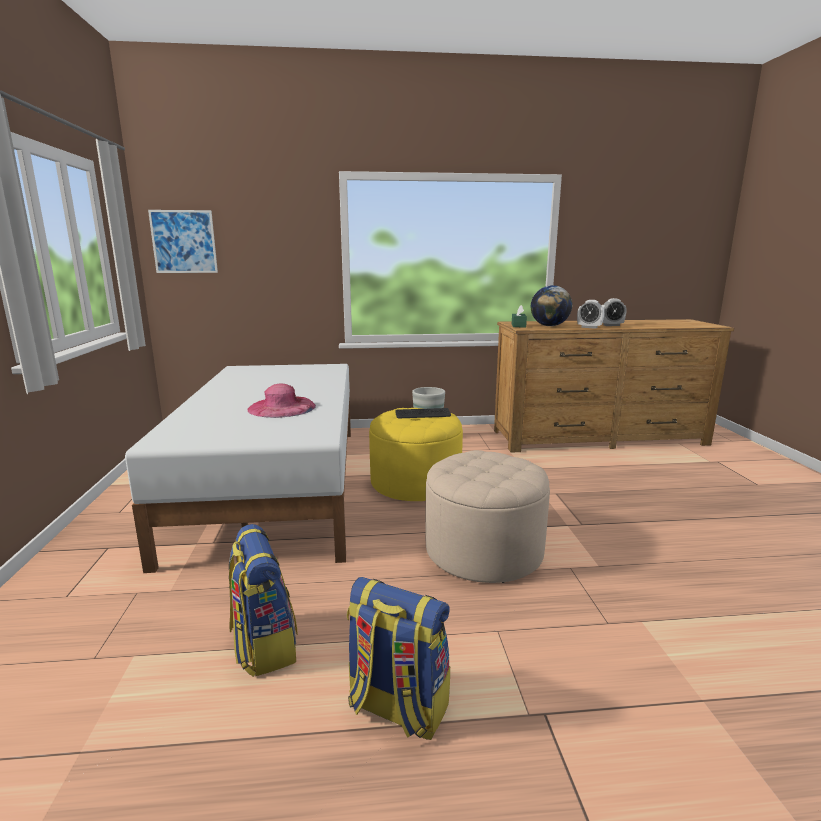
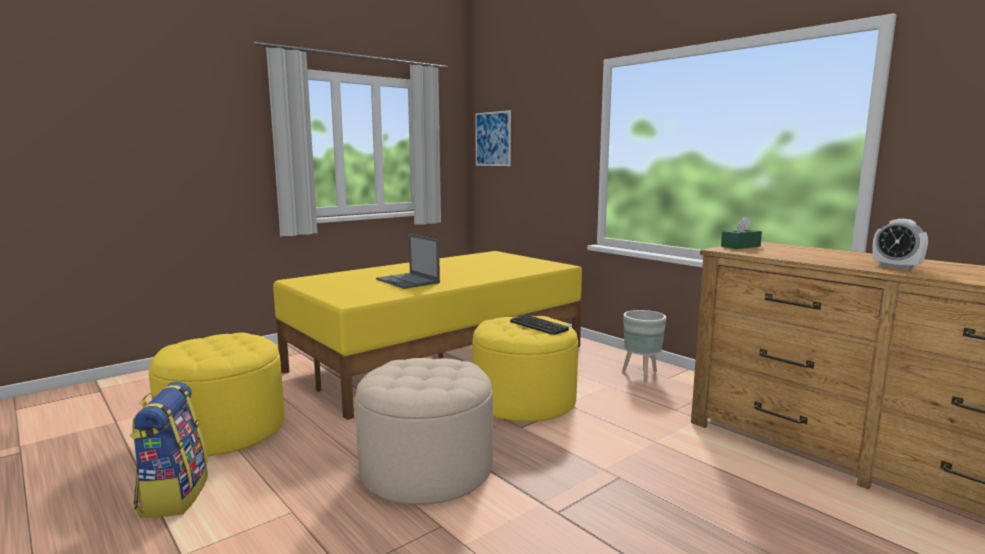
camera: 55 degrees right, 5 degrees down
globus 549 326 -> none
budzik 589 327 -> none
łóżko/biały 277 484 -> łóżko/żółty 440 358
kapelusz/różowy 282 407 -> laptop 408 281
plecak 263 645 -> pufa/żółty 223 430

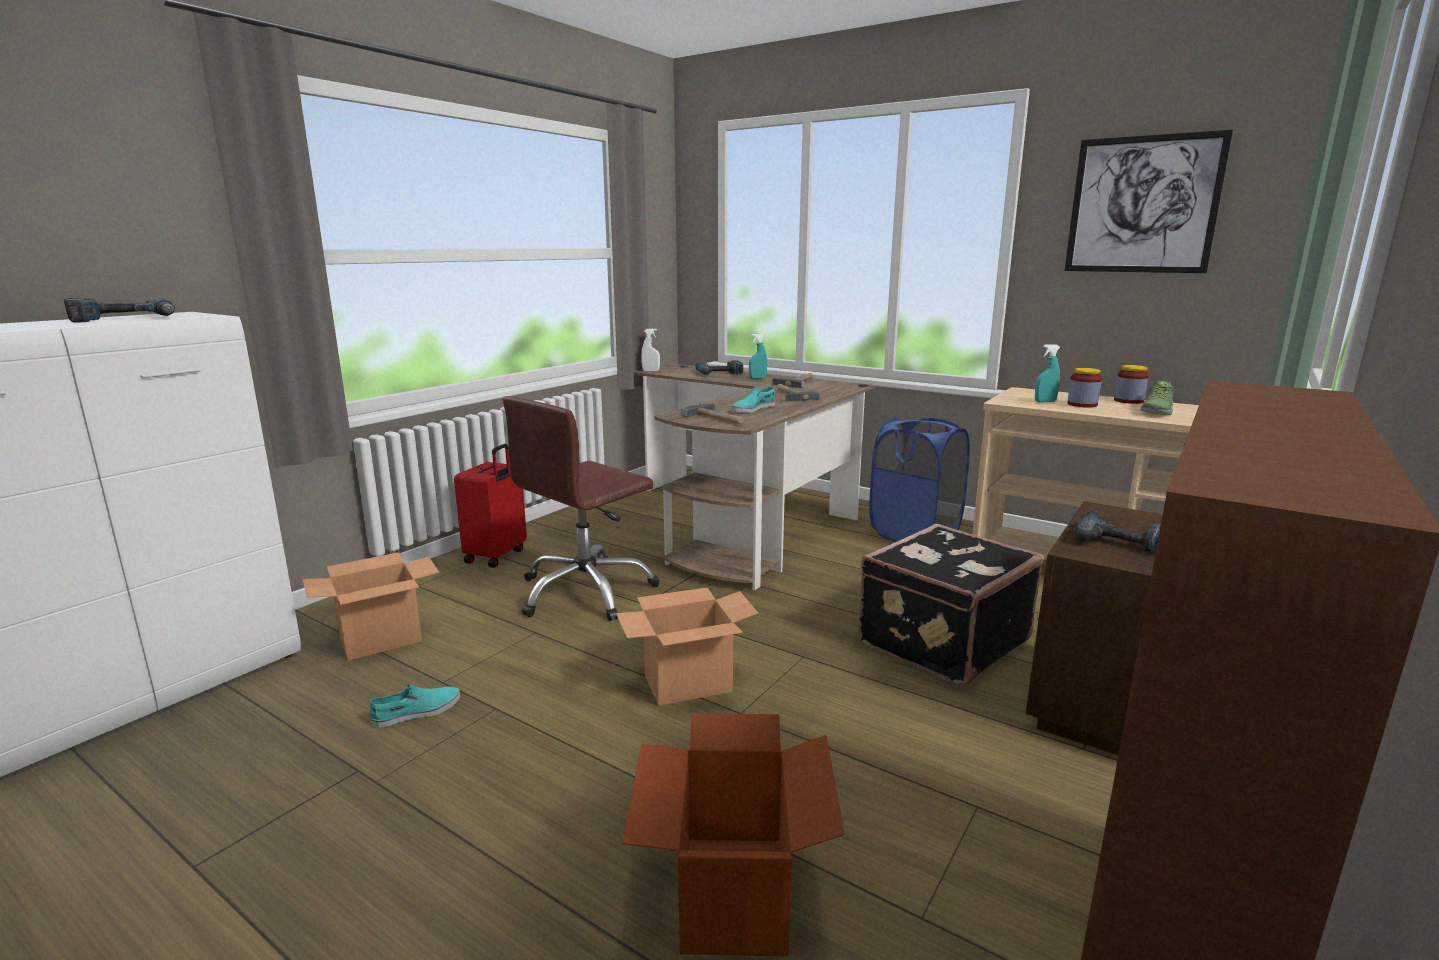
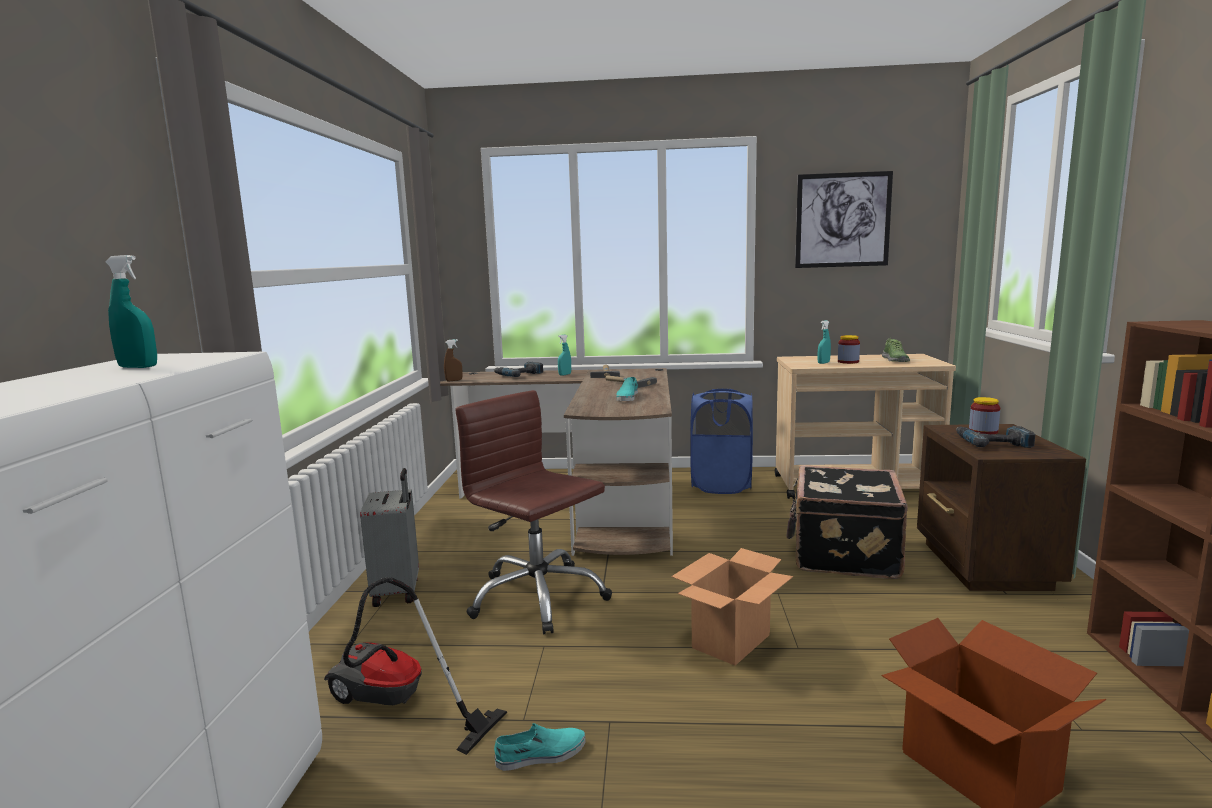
camera: 30 degrees left, 5 degrees down
wiertarka 125 319 -> spryskiwacz/turkusowy 138 367
spryskiwacz/biały 651 371 -> spryskiwacz/brązowy 454 380
słoik 1128 401 -> słoik 983 431, moved
krzesło biurowe/brązowy 586 592 -> krzesło biurowe/brązowy 537 597, 120 degrees clockwise
młotek 718 418 -> none
walizka/czerwony 497 556 -> walizka/szary 398 592
karton 382 640 -> odkurzacz 395 706
but/turkusowy 417 712 -> but/turkusowy 541 755, 45 degrees clockwise

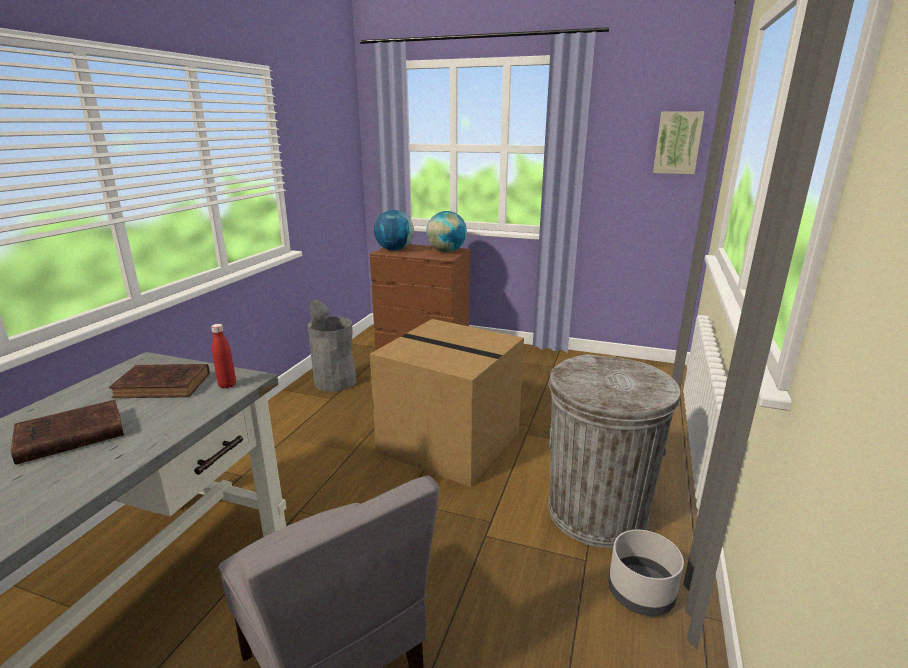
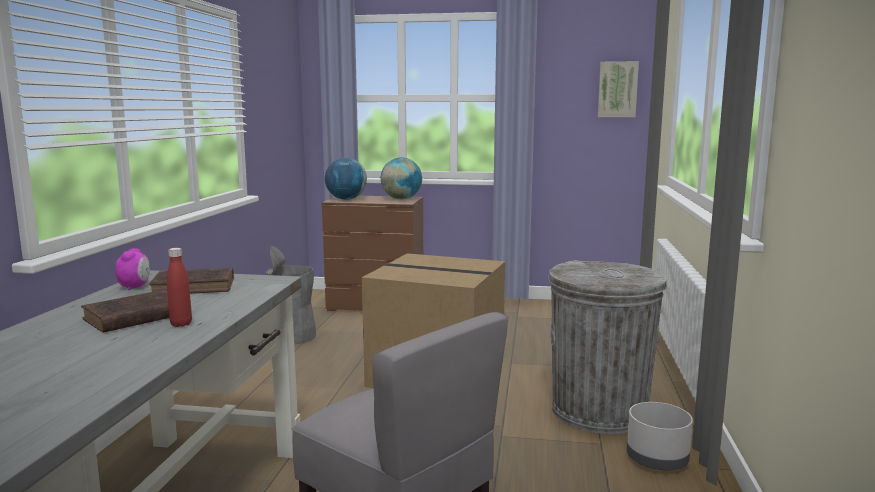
camera: 10 degrees left, 10 degrees down
butelka/czerwony 227 385 -> butelka/czerwony 181 324, moved
none -> budzik 135 287

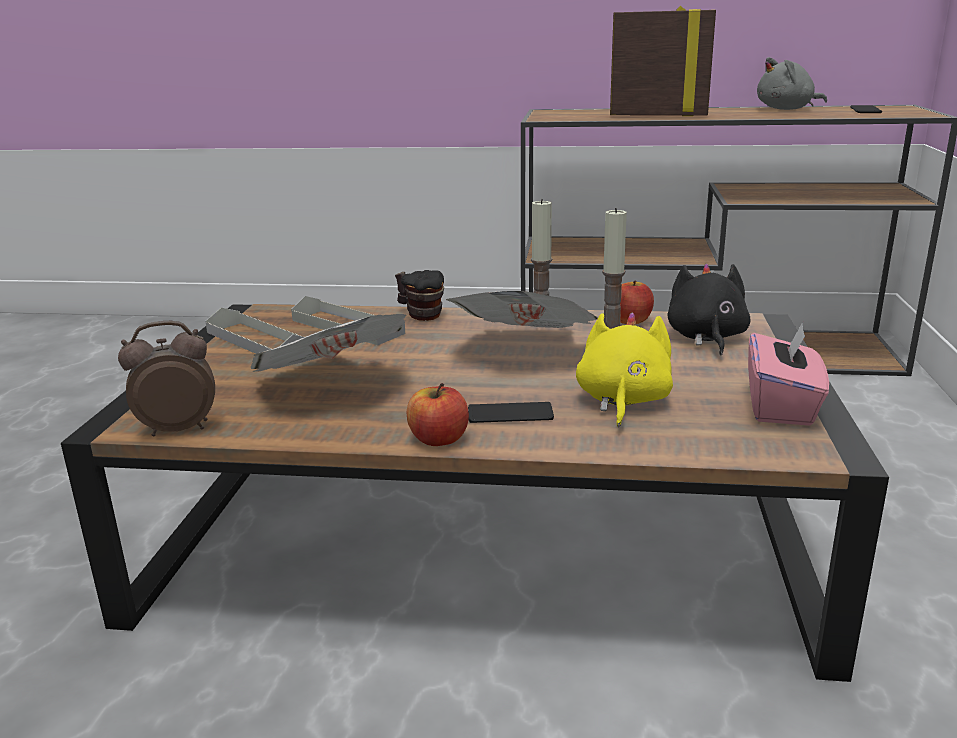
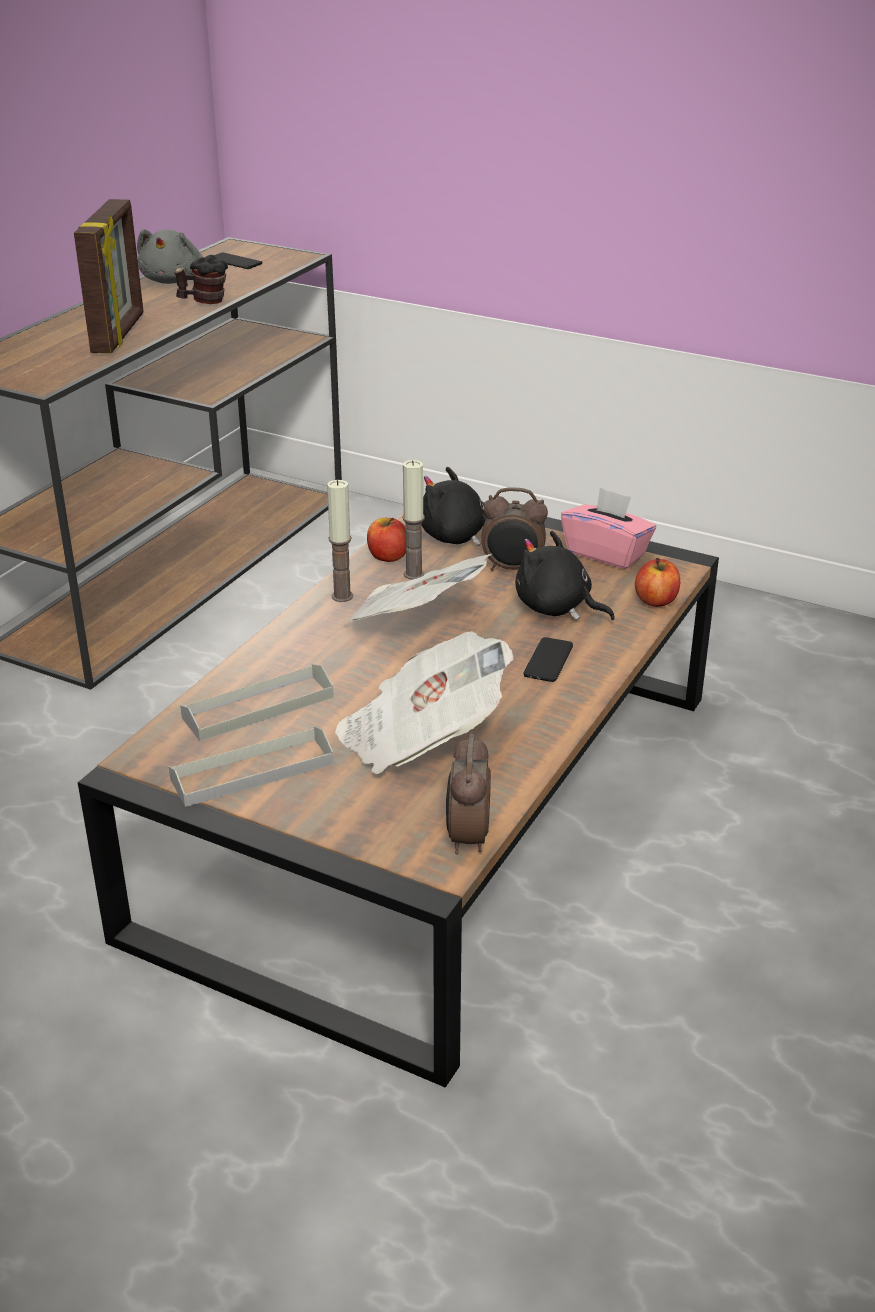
camera: 70 degrees left, 10 degrees up
ramka na zdjęcie 658 116 -> ramka na zdjęcie 120 334, 150 degrees clockwise
kubek 420 315 -> kubek 203 302, moved
pluszak/żółty 622 401 -> pluszak/czarny 556 608
jabłko 438 439 -> jabłko 656 600, moved
none -> budzik 512 569

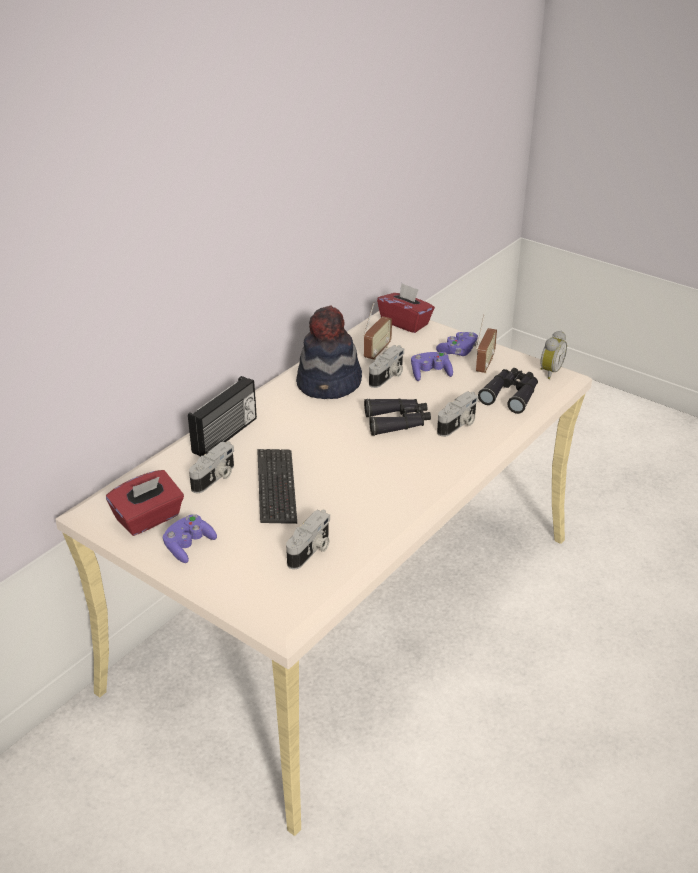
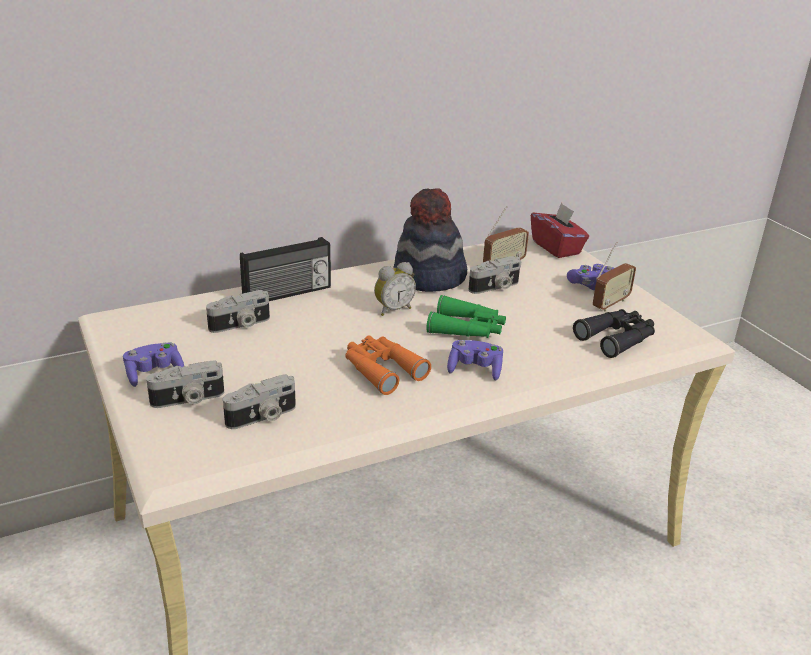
camera: 25 degrees right, 5 degrees down
budzik 549 372 -> budzik 393 309, moved
pad do gier/fioletowy 430 374 -> pad do gier/fioletowy 475 369, moved
aparat fotograficzny 458 425 -> aparat fotograficzny 188 399, moved
lornetka/czarny 398 422 -> lornetka/zielony 467 329
klawiatura 276 487 -> none
pudełko chusteczek/czerwony 148 519 -> none
none -> lornetka/pomarańczowy 382 370

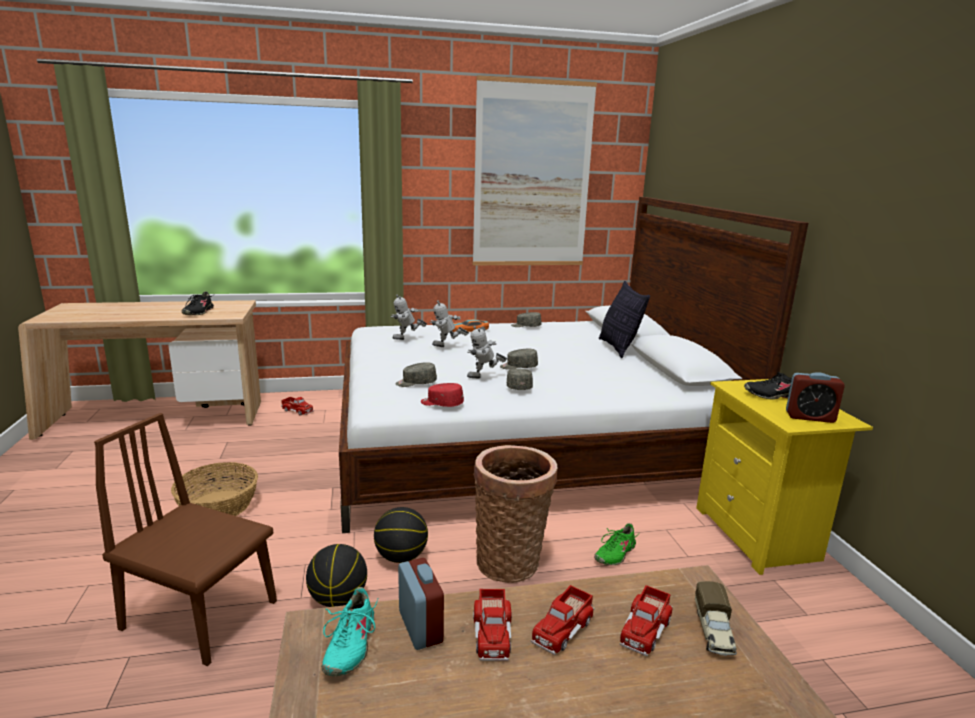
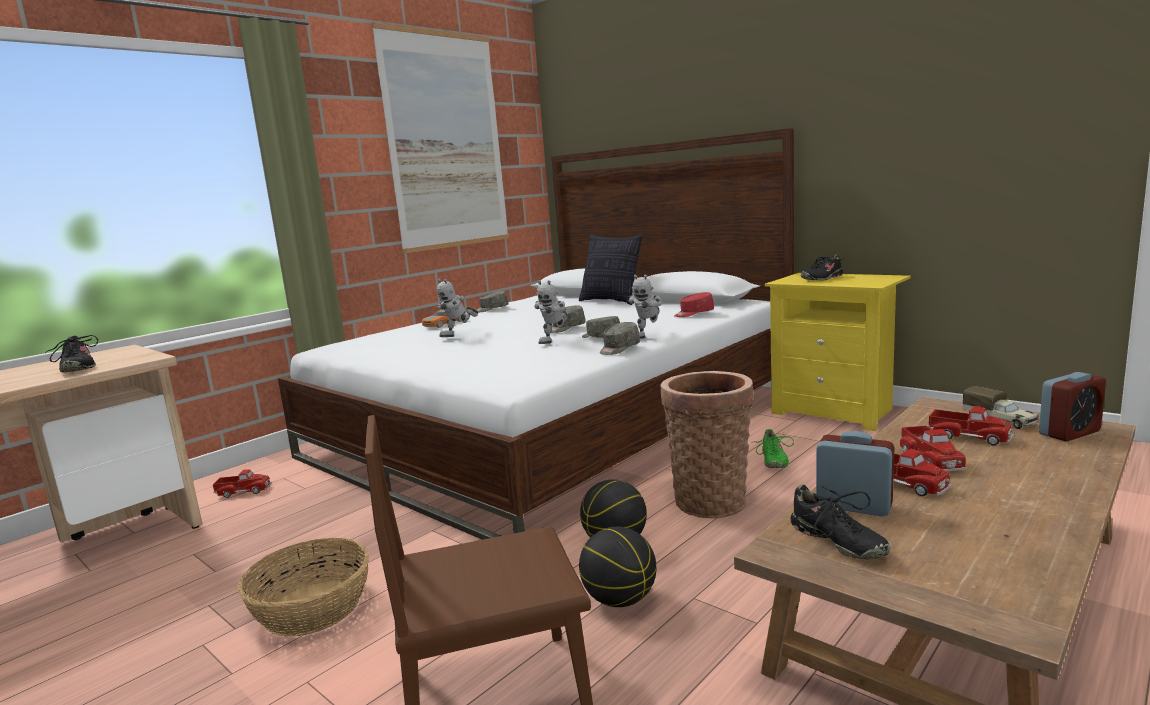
camera: 35 degrees left, 5 degrees down
robot zabawkowy 407 339 -> robot zabawkowy 648 336, moved
czapka z daszkiem/szary 416 383 -> czapka z daszkiem/szary 619 349, moved
budzik 810 417 -> budzik 1069 433, moved
czapka z daszkiem/czerwony 441 404 -> czapka z daszkiem/czerwony 693 314, moved
ciężarówka zabawkowa 645 628 -> ciężarówka zabawkowa 969 436, 45 degrees counterclockwise
but/turkusowy 349 645 -> but/czarny 836 542

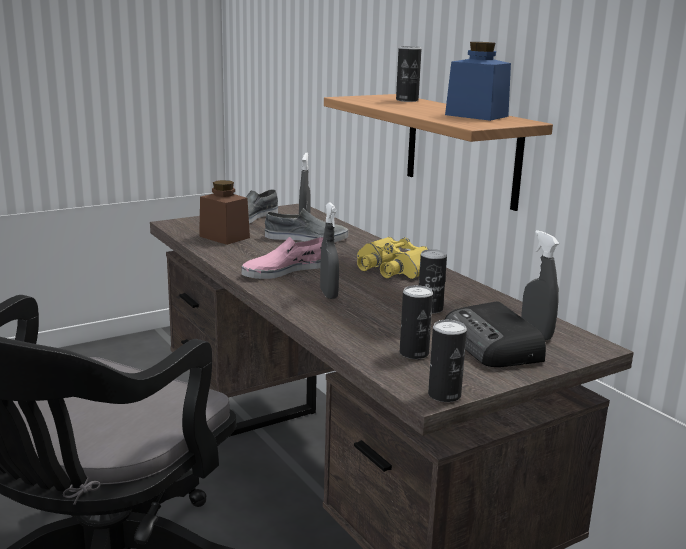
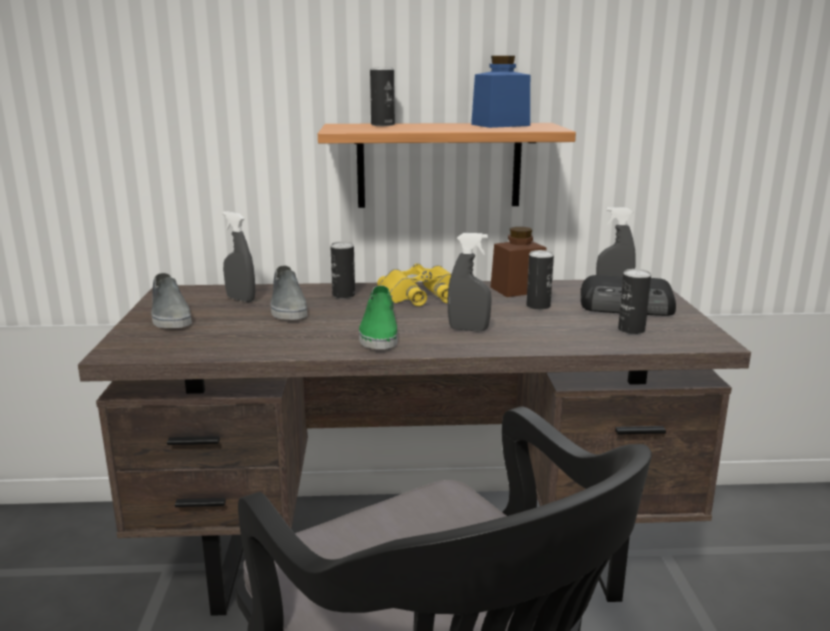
camera: 60 degrees left, 0 degrees up
słoik/brązowy 224 237 -> słoik/brązowy 517 289, moved
but/szary 306 238 -> but/szary 287 307, 135 degrees clockwise
but/różowy 285 270 -> but/zielony 379 332
puszka 444 395 -> puszka 343 295, moved

